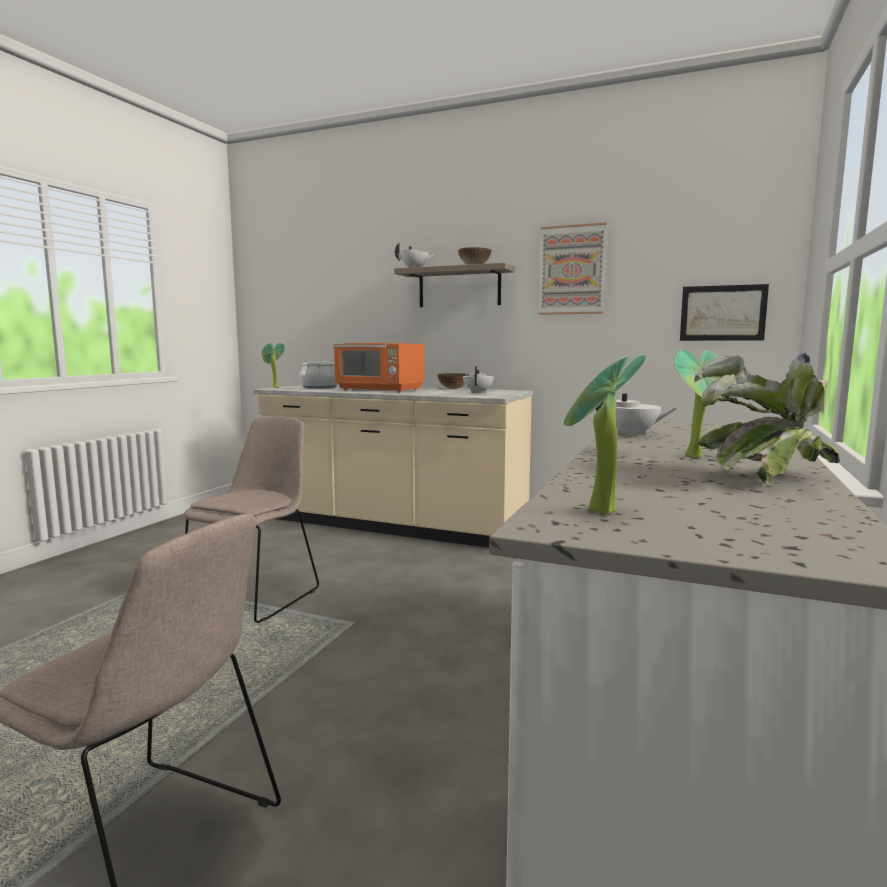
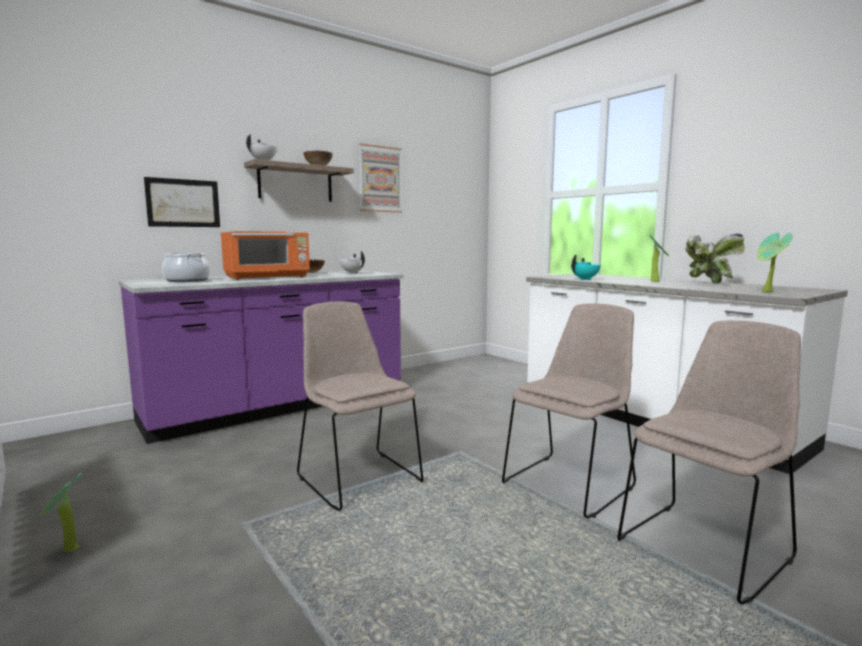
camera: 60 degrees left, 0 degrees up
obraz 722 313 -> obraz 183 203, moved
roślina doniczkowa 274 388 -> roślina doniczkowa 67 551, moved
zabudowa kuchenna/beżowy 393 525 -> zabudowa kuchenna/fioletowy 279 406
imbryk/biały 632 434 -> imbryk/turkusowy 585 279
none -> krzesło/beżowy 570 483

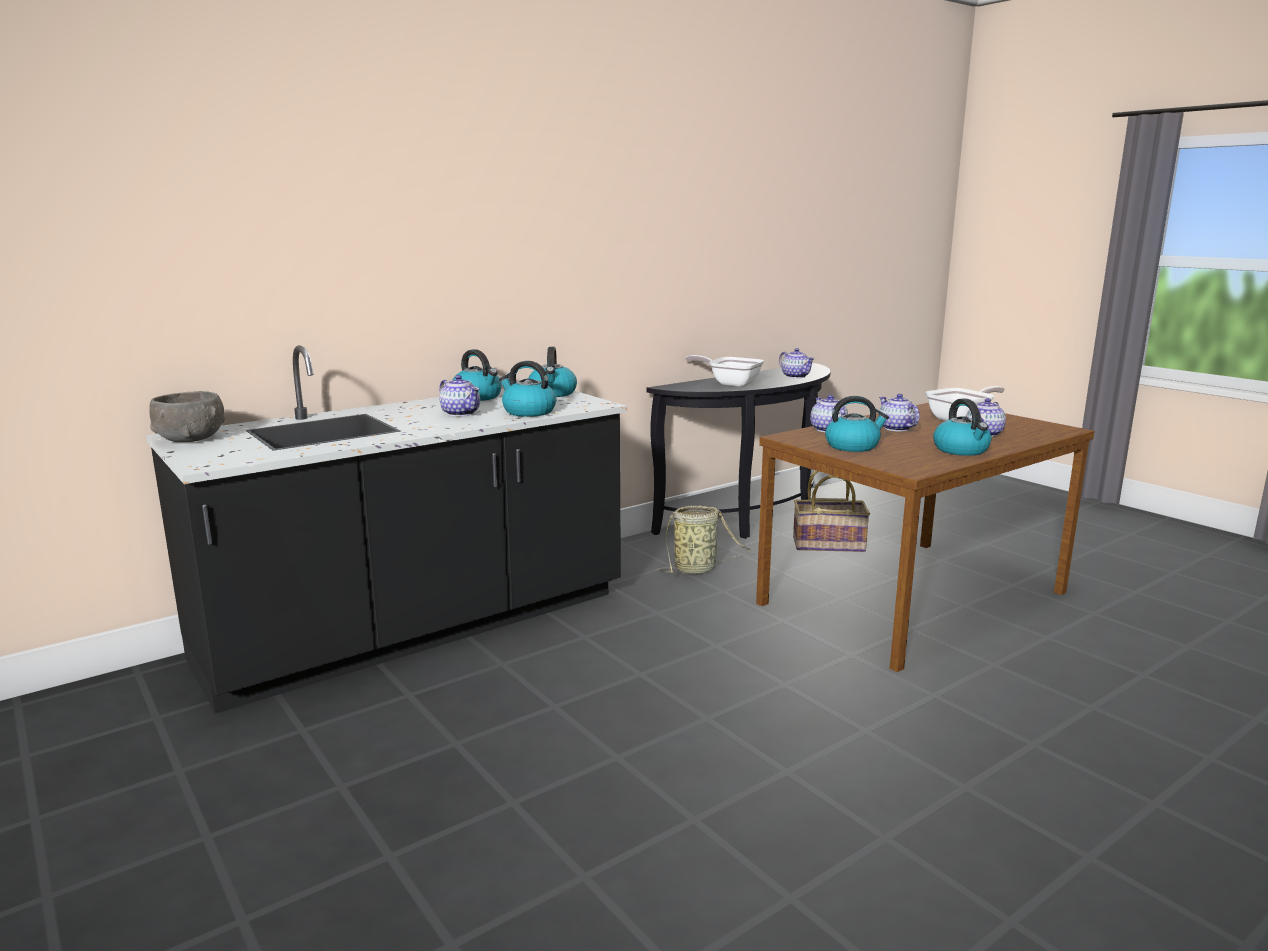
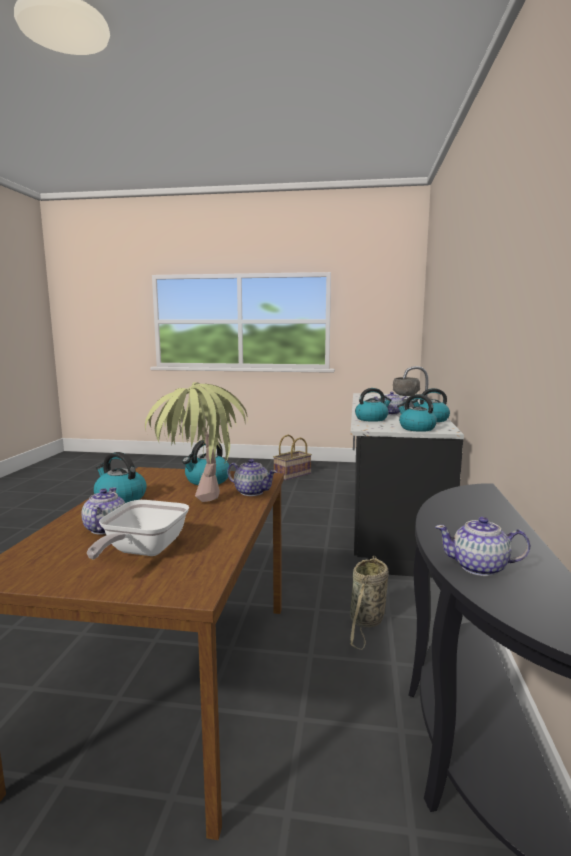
camera: 135 degrees right, 5 degrees down
patelnia 730 383 -> none
imbryk 896 428 -> roślina doniczkowa 198 511
koszyk 828 544 -> koszyk 292 475, moved

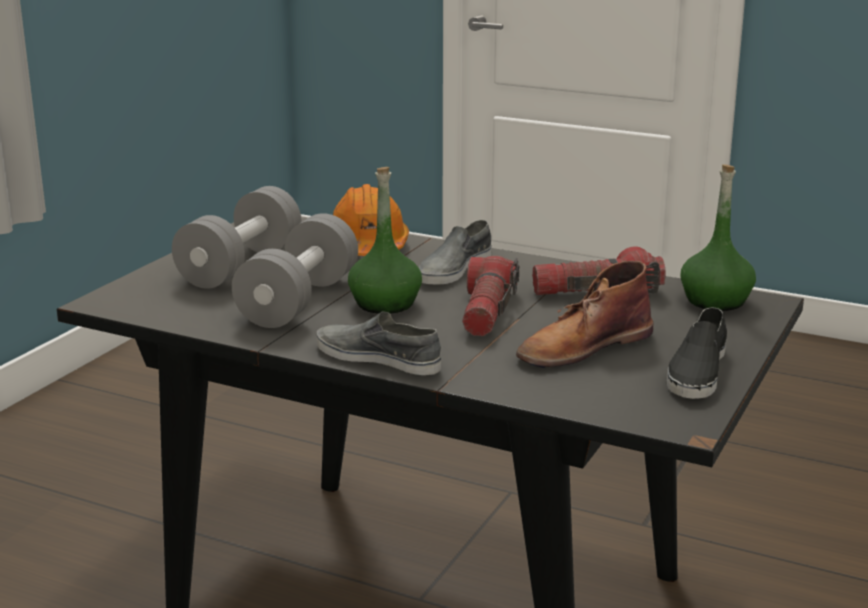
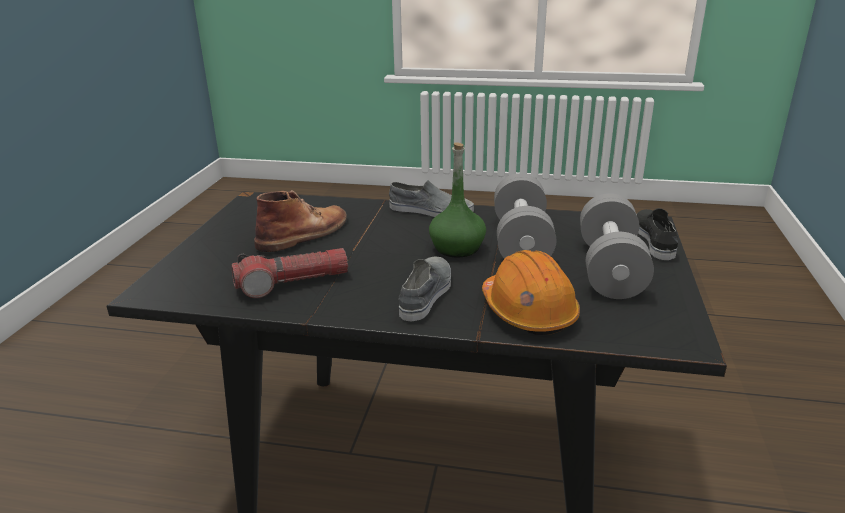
camera: 165 degrees right, 5 degrees up
butelka/zielony 715 301 -> none
latarka 487 312 -> none
but/czarny 697 372 -> but/czarny 655 239, moved

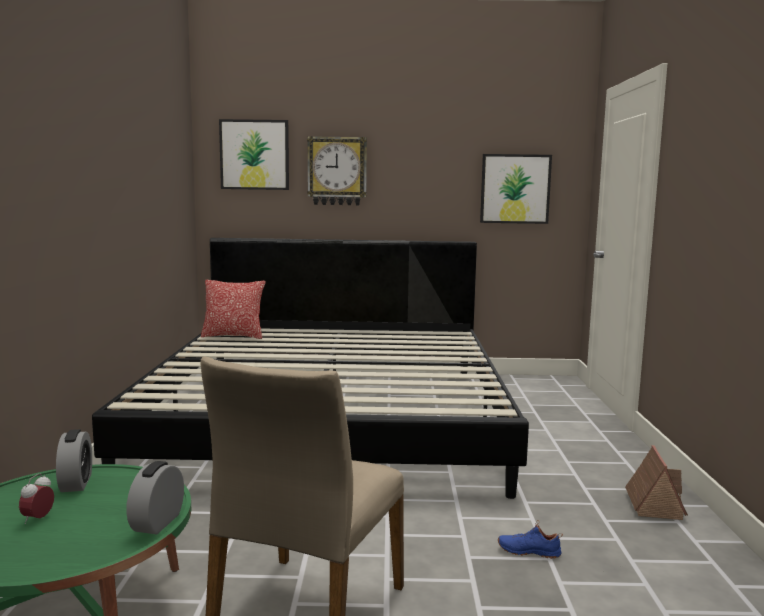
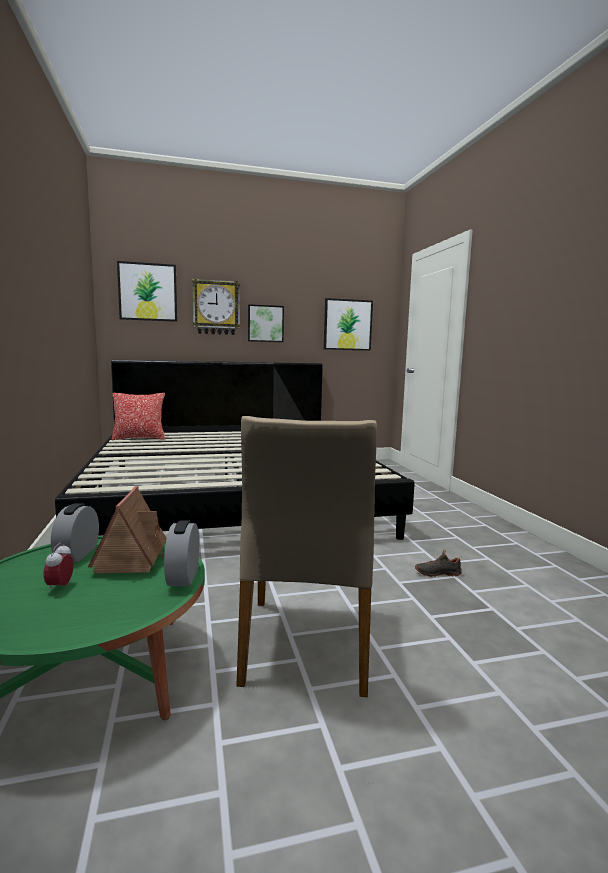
camera: 15 degrees left, 0 degrees up
budzik 76 483 -> budzik 77 554, 150 degrees counterclockwise
domek 653 504 -> domek 131 557, moved
but/niebieski 528 551 -> but/czarny 437 573
none -> obraz 265 323

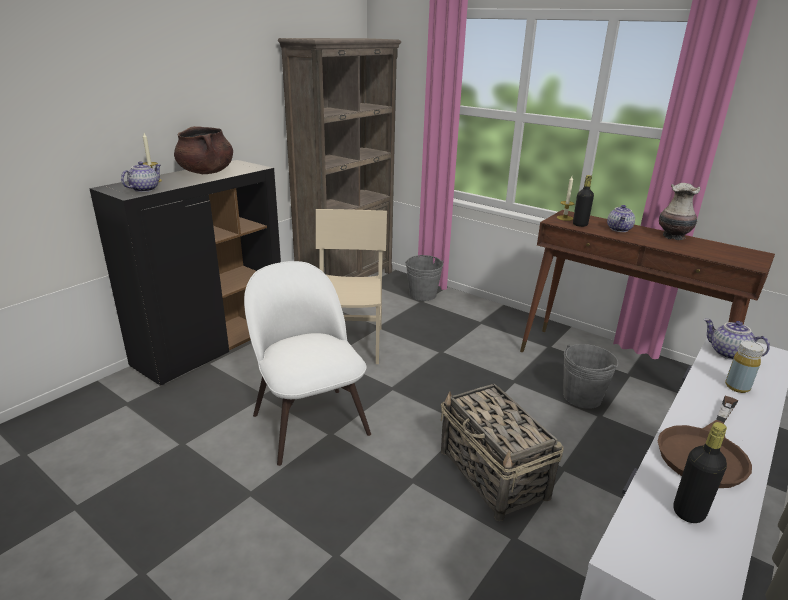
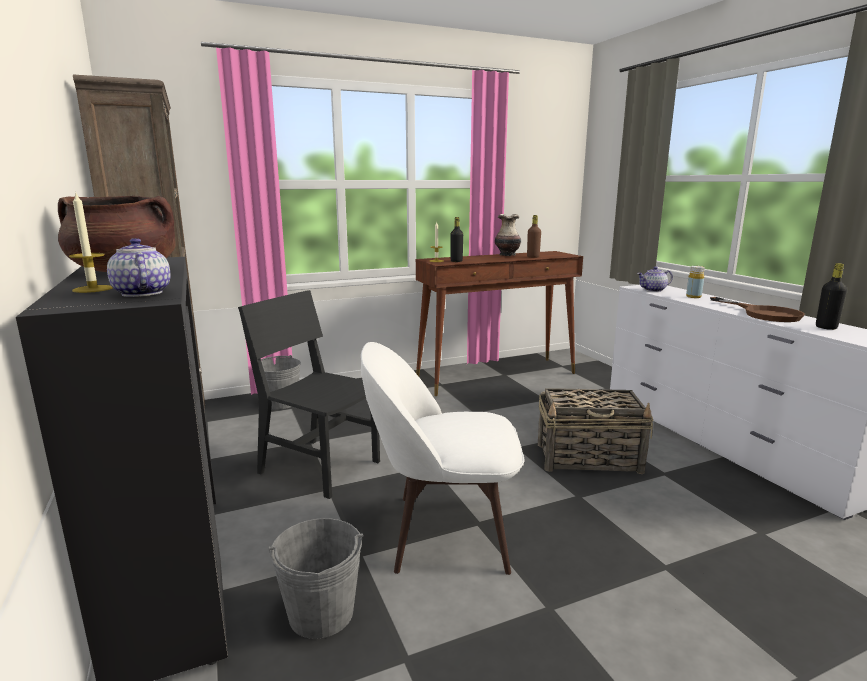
camera: 60 degrees left, 10 degrees down
imbryk 619 229 -> none
krzesło/beżowy 350 344 -> krzesło/czarny 320 467
wiadro/szary 582 397 -> wiadro/szary 321 613, moved
none -> butelka/brązowy 533 257

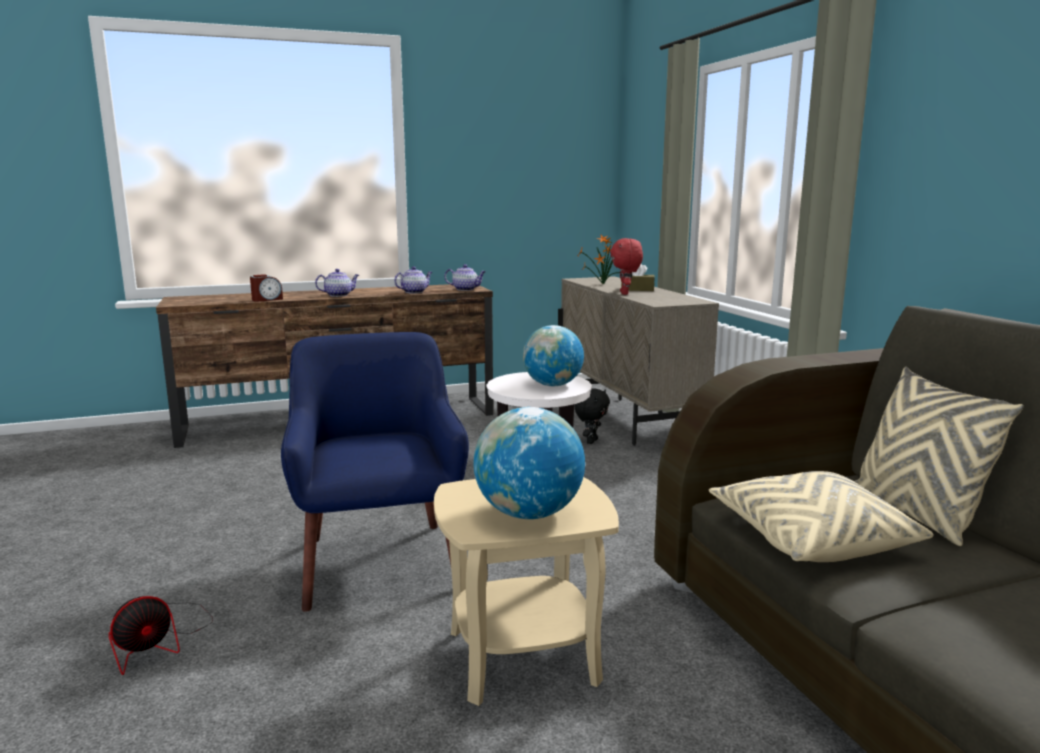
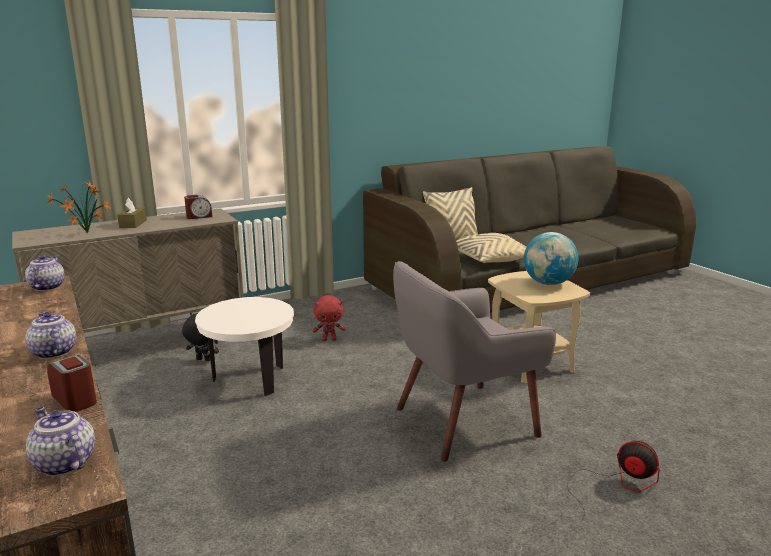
camera: 100 degrees left, 5 degrees up
pluszak/czerwony 625 293 -> pluszak/czerwony 329 339, moved
imbryk 414 292 -> imbryk 63 463, moved
globus 552 385 -> none
fotel/niebieski 379 562 -> fotel/szary 463 421
none -> budzik 199 216

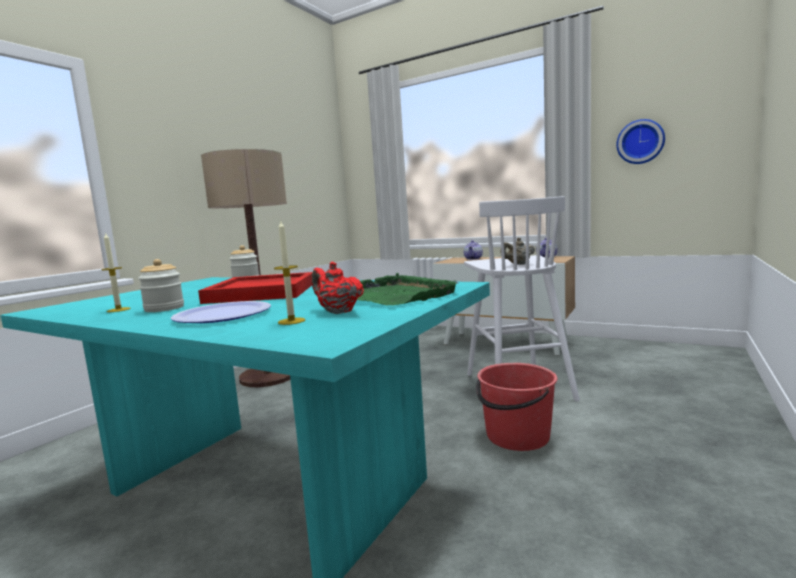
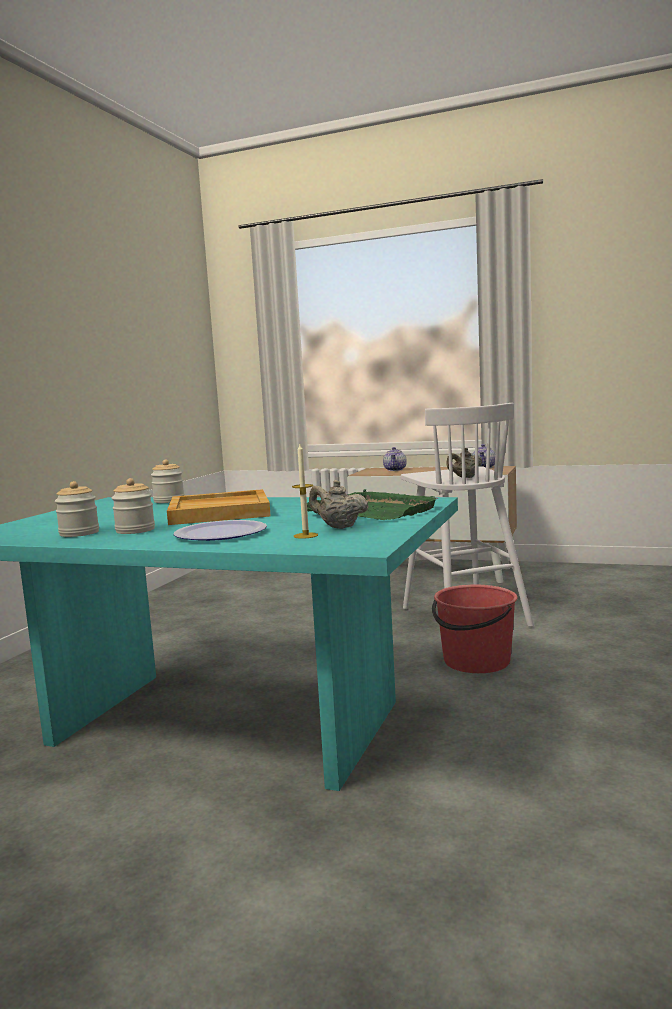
camera: 10 degrees left, 0 degrees up
zegar ścienny 640 142 -> none
lampa stojąca 268 376 -> none
świeca 118 310 -> słoik 79 533
imbryk/czerwony 337 312 -> imbryk/beżowy 338 527
taca/czerwony 264 292 -> taca/beżowy 220 512

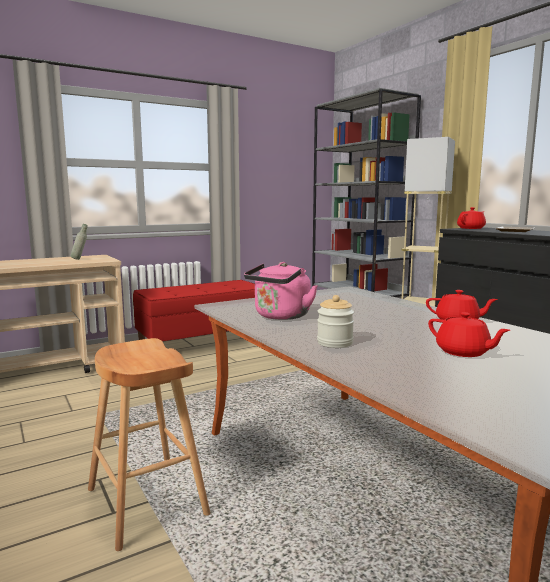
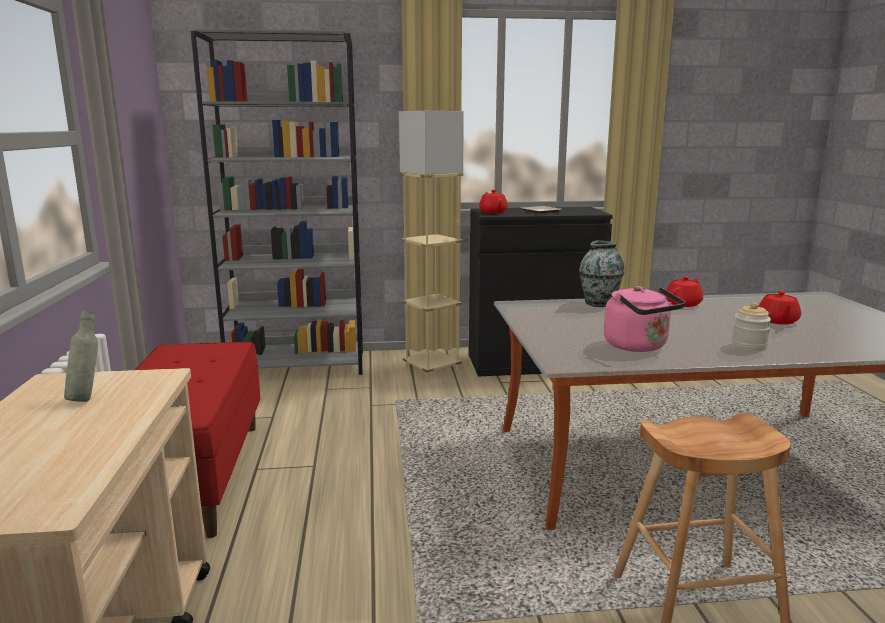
camera: 65 degrees left, 5 degrees up
imbryk/czerwony 463 352 -> imbryk/czerwony 777 321, 120 degrees clockwise
none -> wazon 599 303

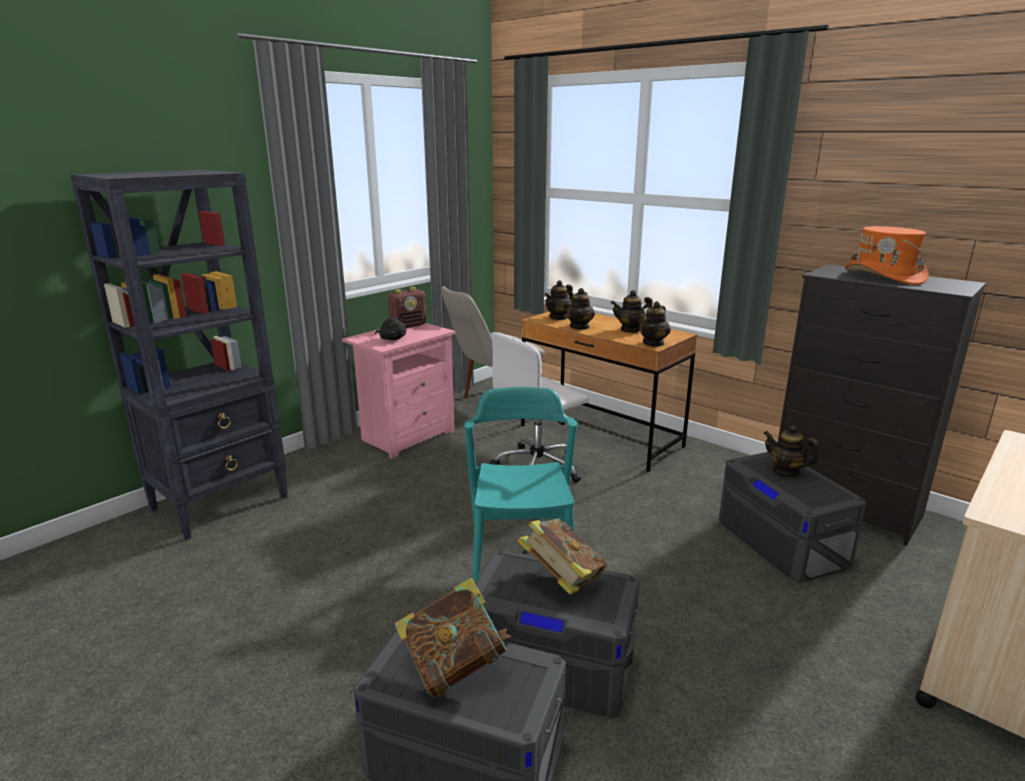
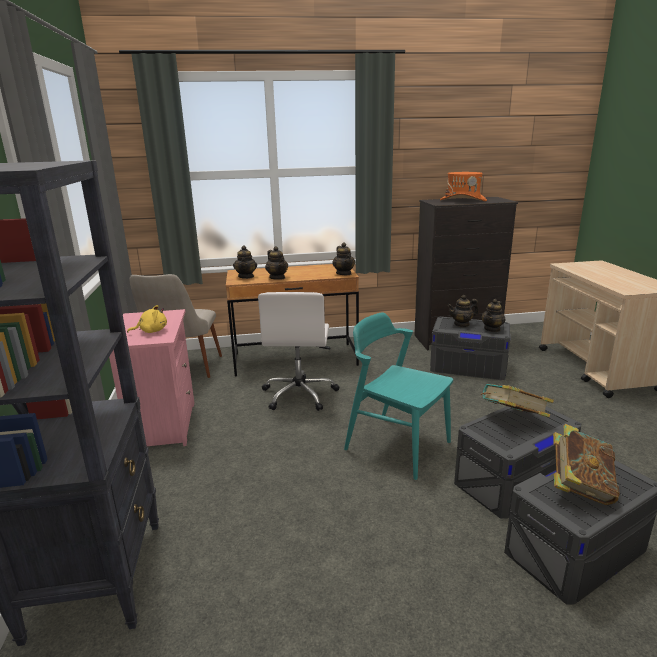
camera: 50 degrees left, 0 degrees up
radio 408 326 -> none
imbryk 630 330 -> imbryk 492 329, moved
pluszak/czarny 392 339 -> pluszak/żółty 151 331

